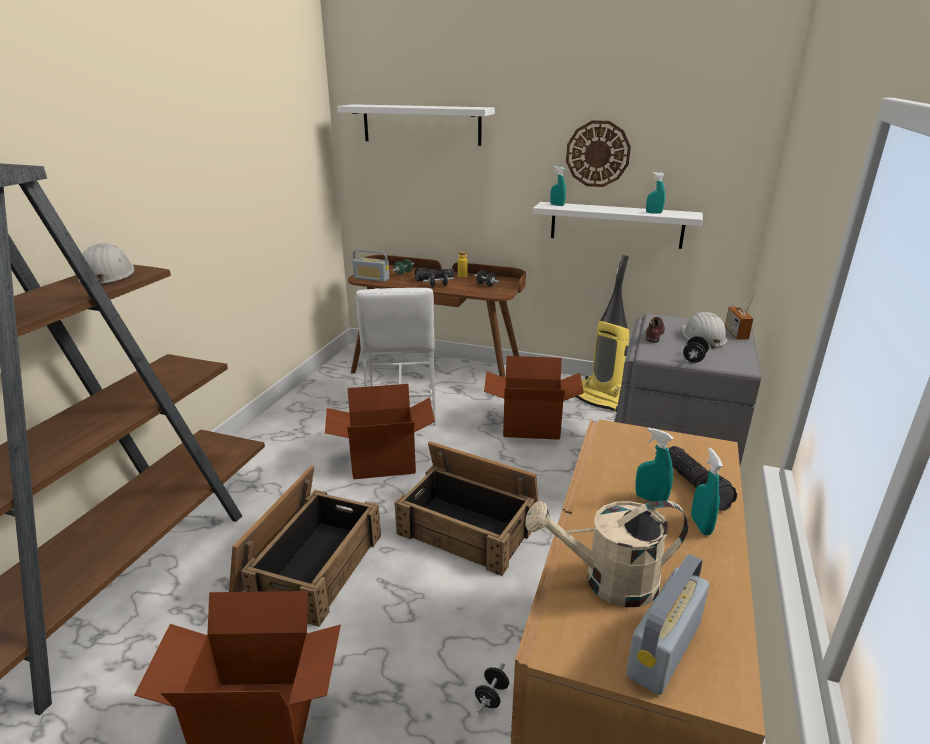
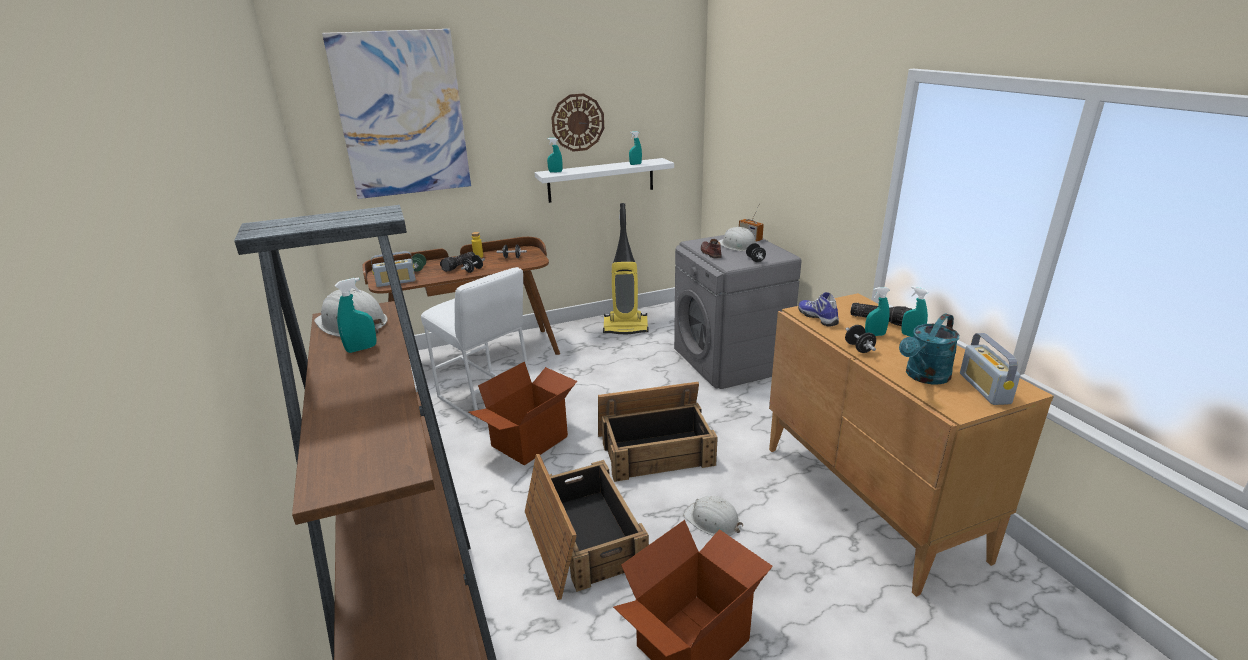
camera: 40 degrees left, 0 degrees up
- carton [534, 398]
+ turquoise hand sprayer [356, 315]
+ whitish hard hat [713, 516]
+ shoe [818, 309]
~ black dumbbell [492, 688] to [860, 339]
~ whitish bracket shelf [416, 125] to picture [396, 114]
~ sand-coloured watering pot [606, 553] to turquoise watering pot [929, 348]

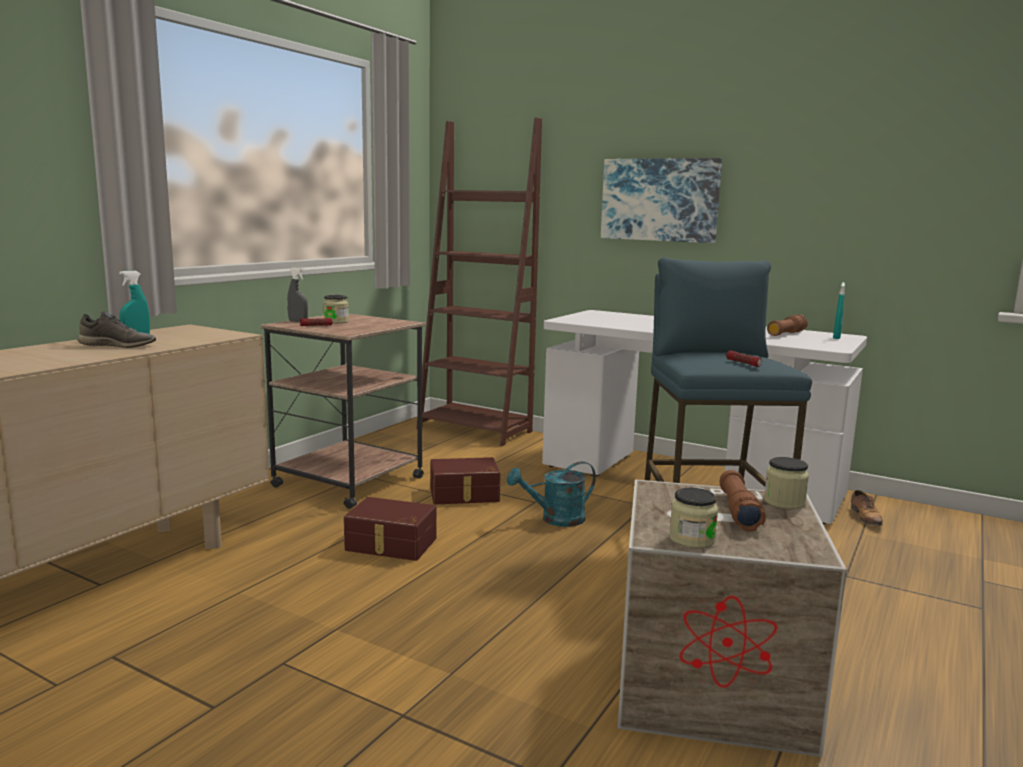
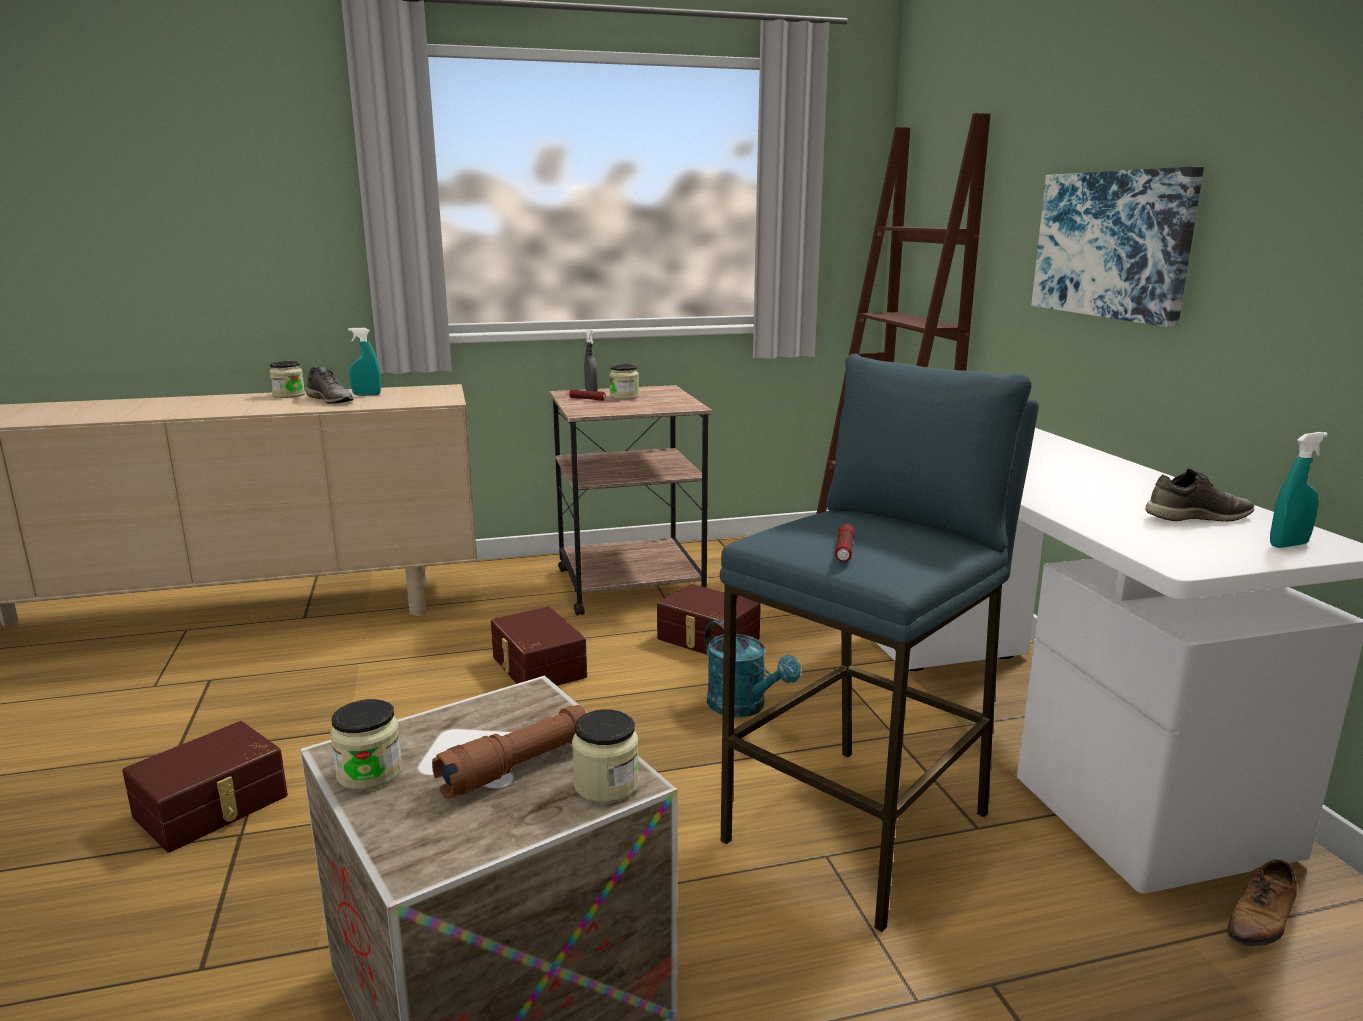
camera: 45 degrees right, 5 degrees up
+ brown-coloured storage box [205, 787]
+ preserve jar [287, 379]
~ brown-coloured hand torch [787, 325] to gray shoe [1200, 495]
~ turquoise watering pot [551, 494] = [752, 668] 150 degrees counterclockwise

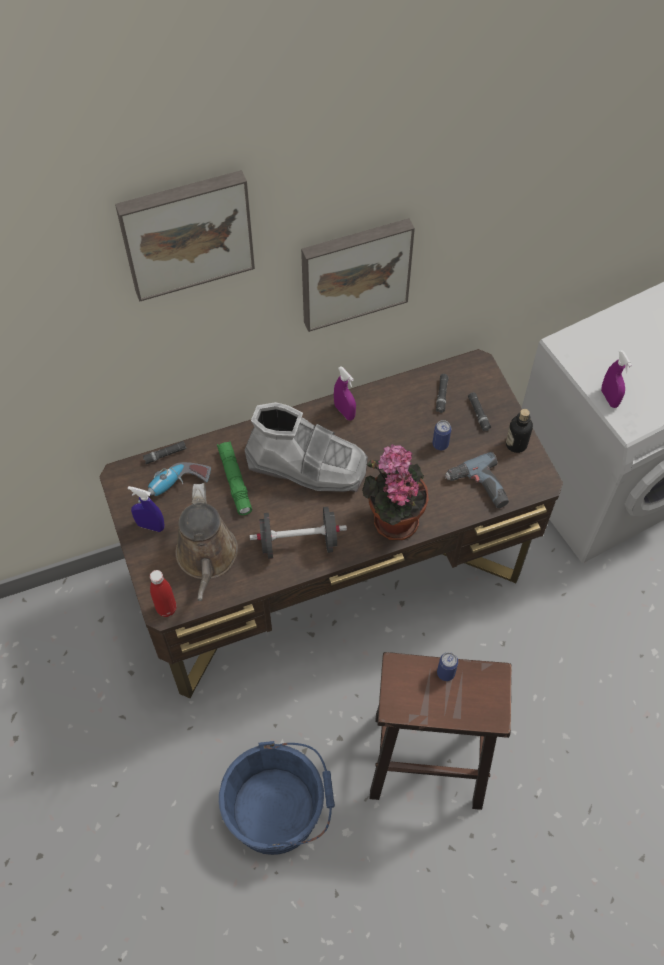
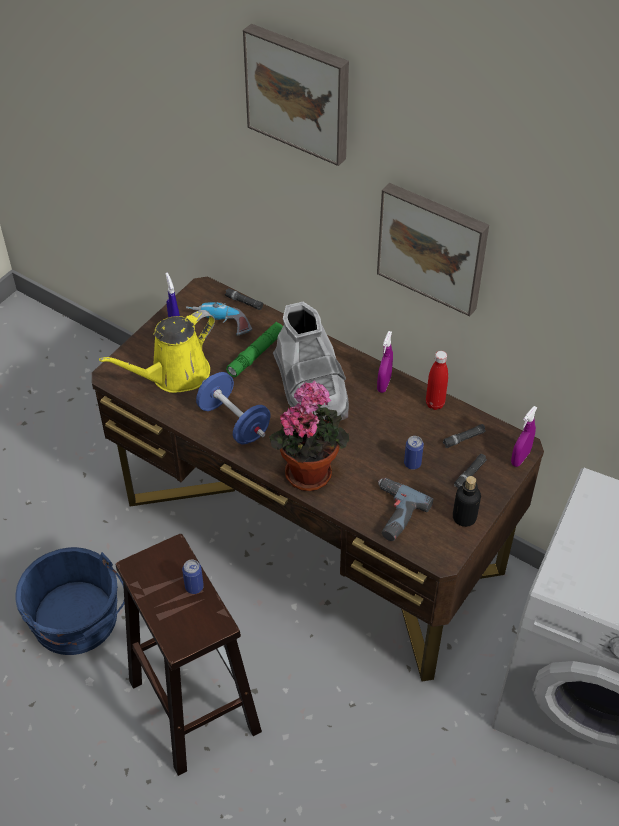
camera: 55 degrees right, 10 degrees down
~ red beverage bottle [163, 593] to [437, 380]
~ purplish hand sprayer [616, 379] to [524, 436]
~ brown-coloured watering pot [207, 542] to yellow watering pot [157, 351]
~ black dumbbell [298, 533] to blue dumbbell [233, 408]

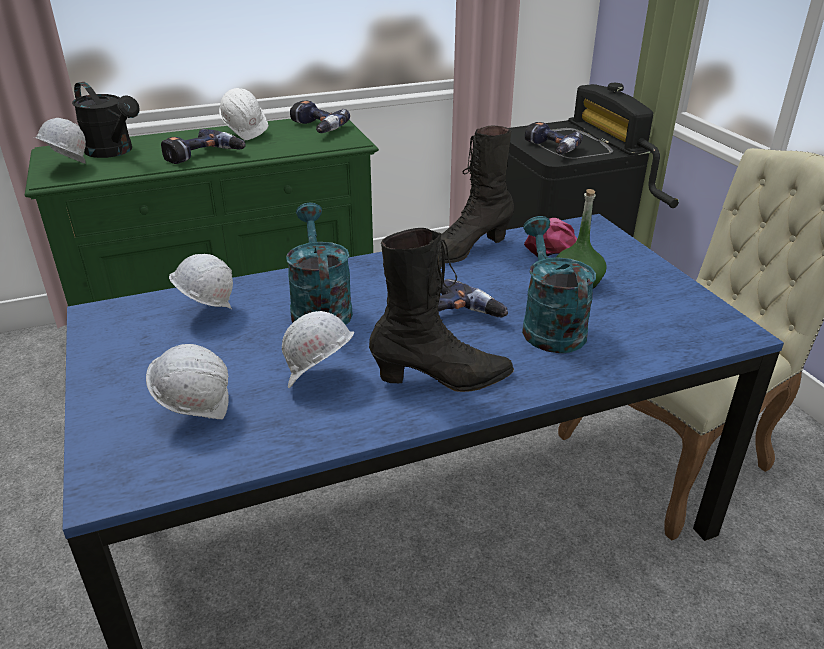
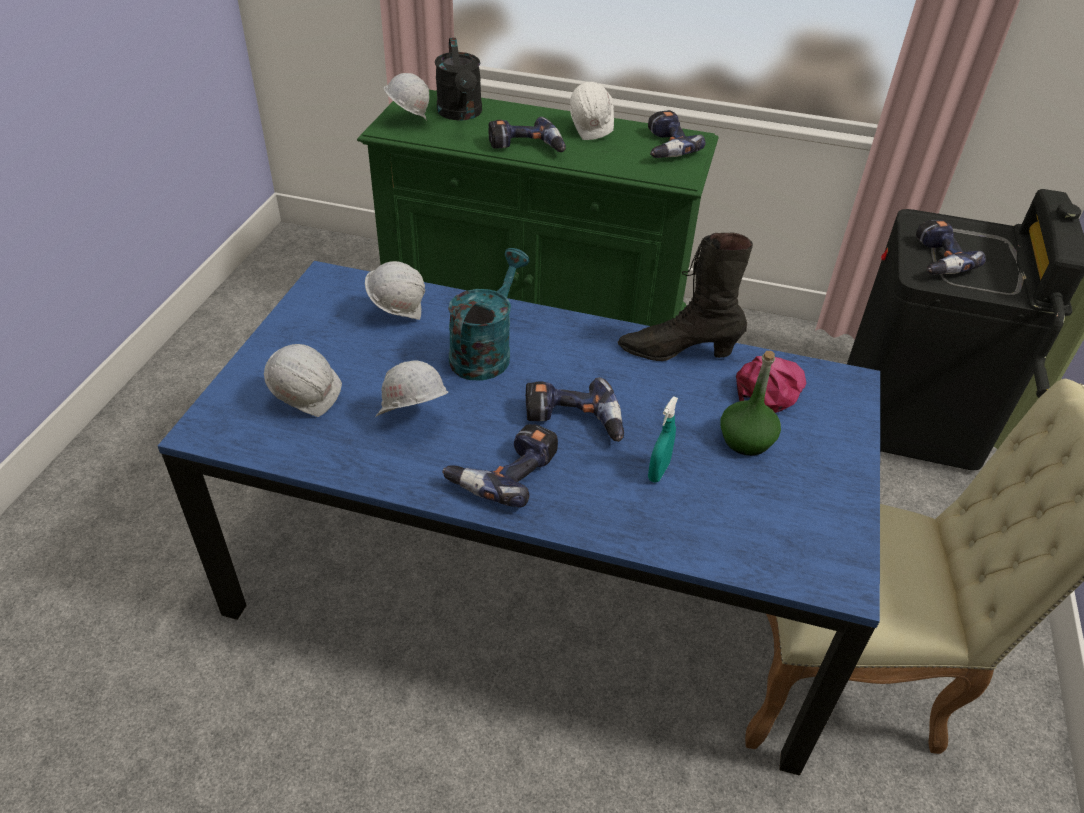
camera: 35 degrees right, 10 degrees up
~ black tall boot [441, 310] to drill [500, 465]
~ turquoise watering pot [559, 284] to turquoise hand sprayer [663, 439]

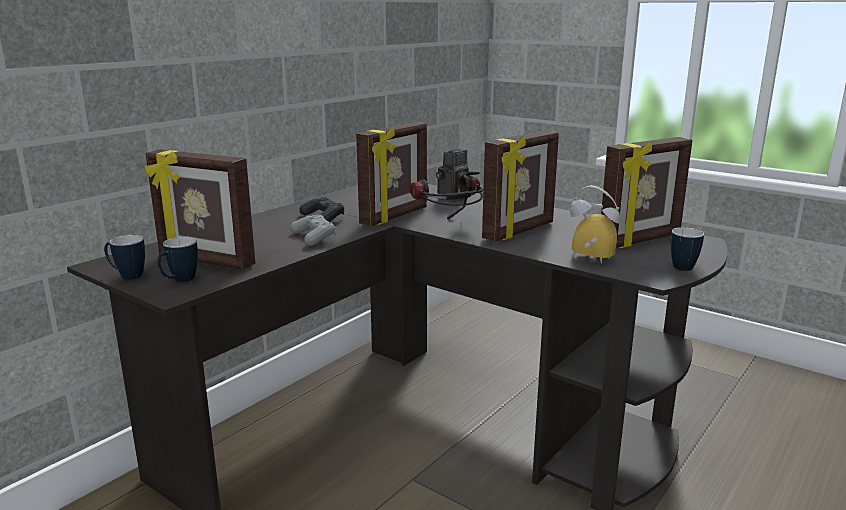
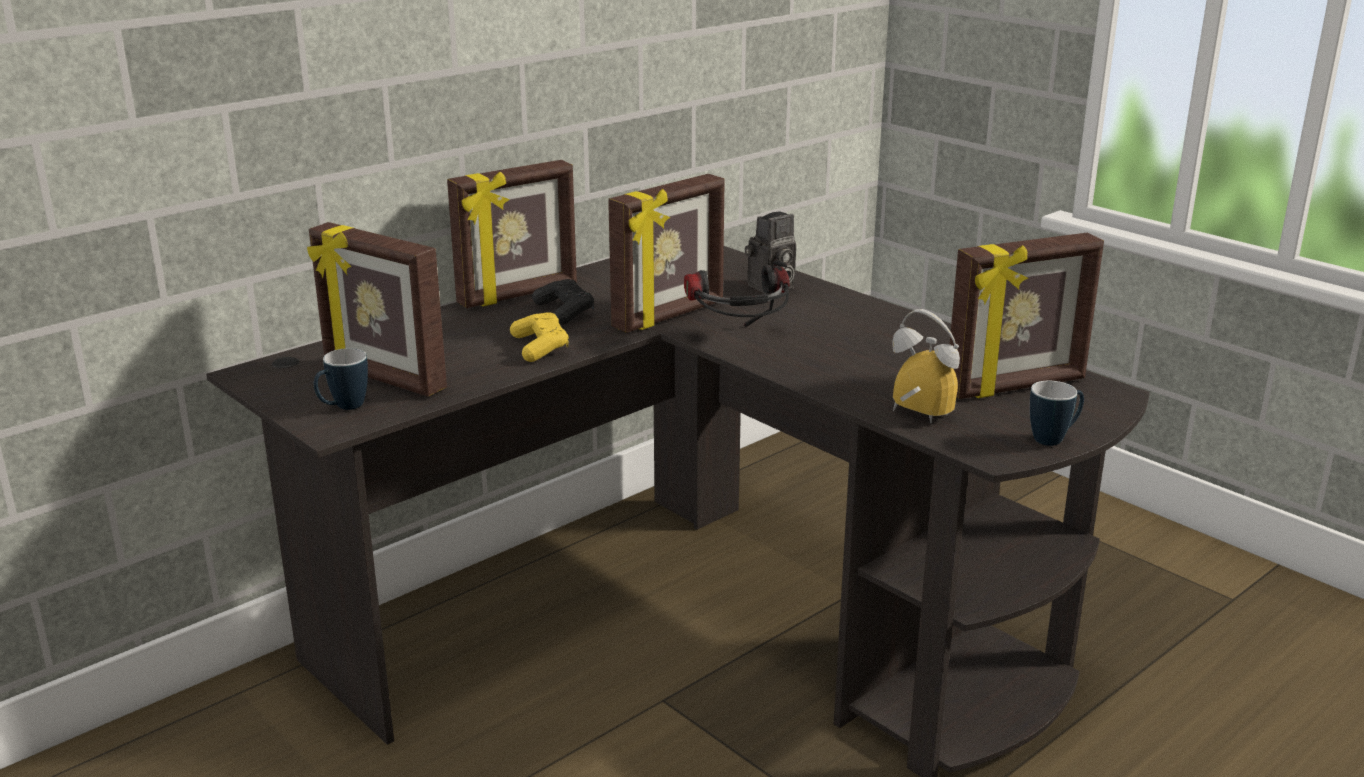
camera: 10 degrees right, 5 degrees up
- mug [124, 257]
~ picture frame [520, 186] to [512, 234]
~ gray game controller [313, 230] to yellow game controller [539, 337]

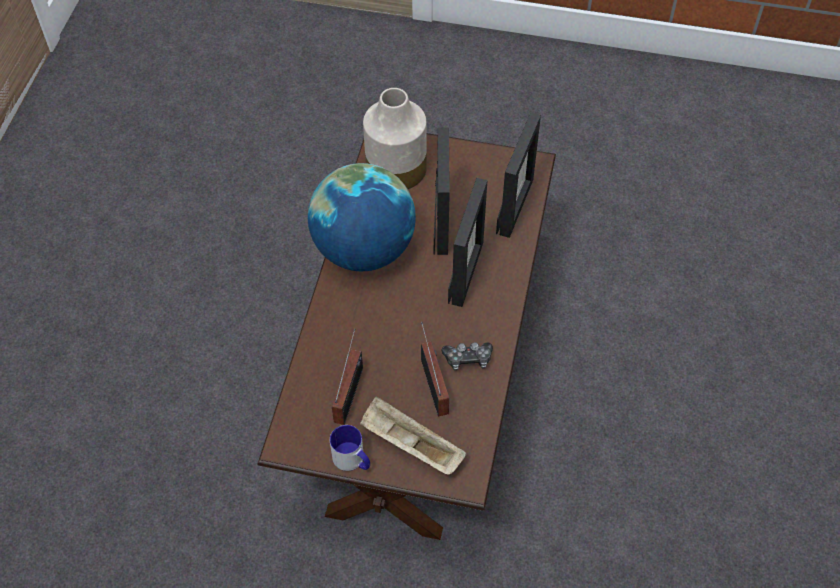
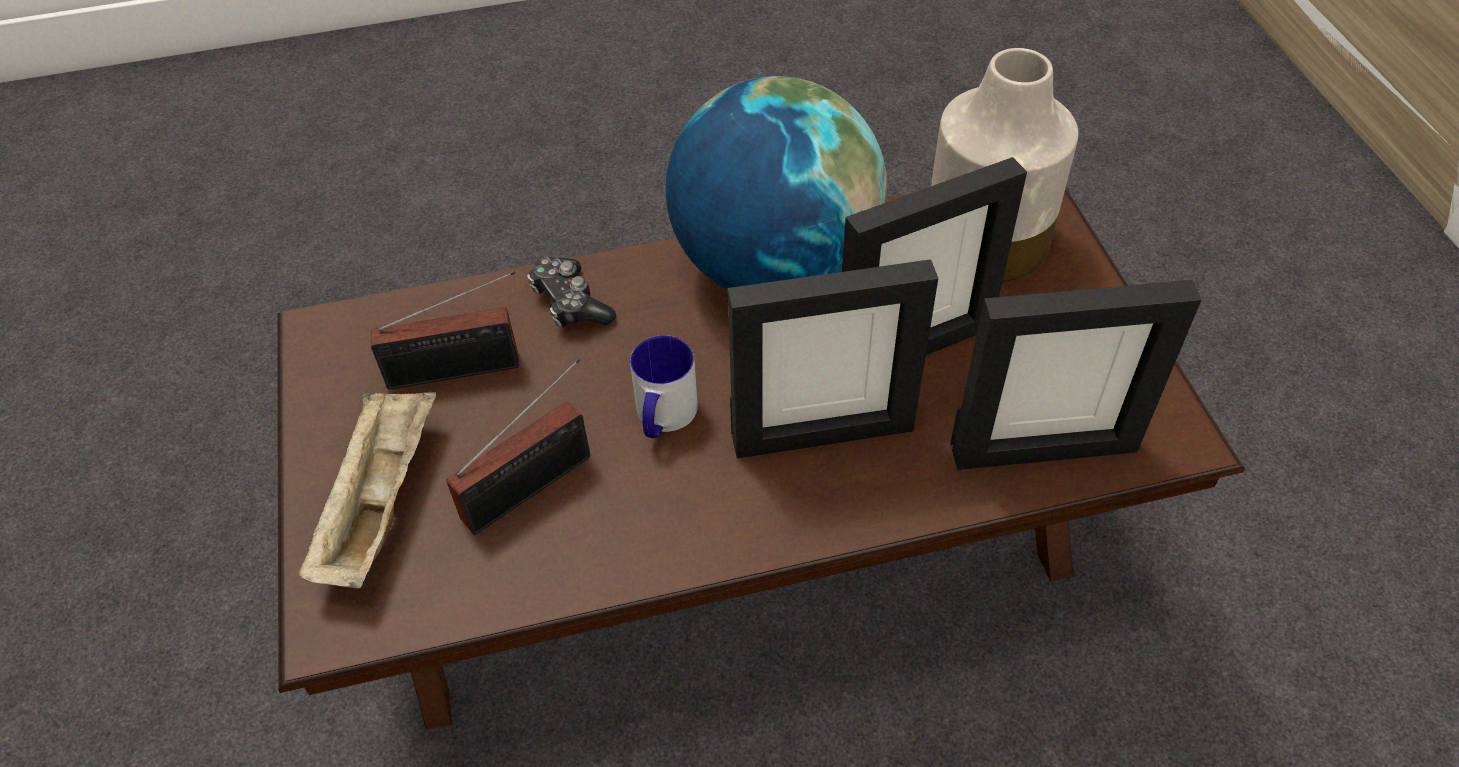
camera: 65 degrees right, 5 degrees down
~ mug [350, 448] to [664, 386]
~ game controller [467, 356] to [571, 291]

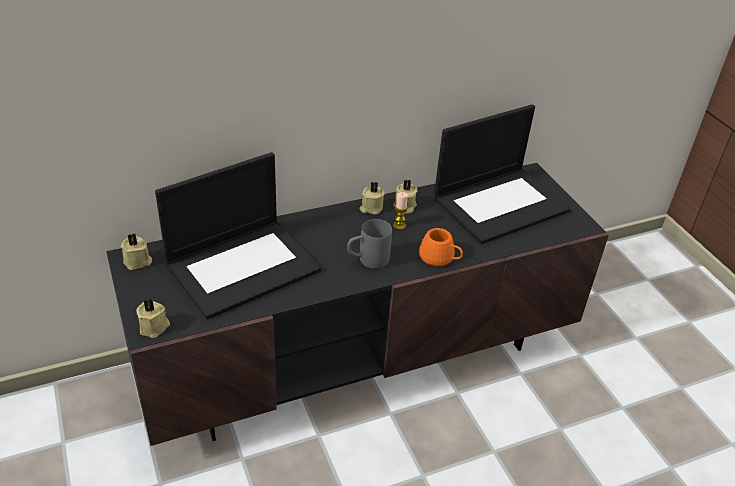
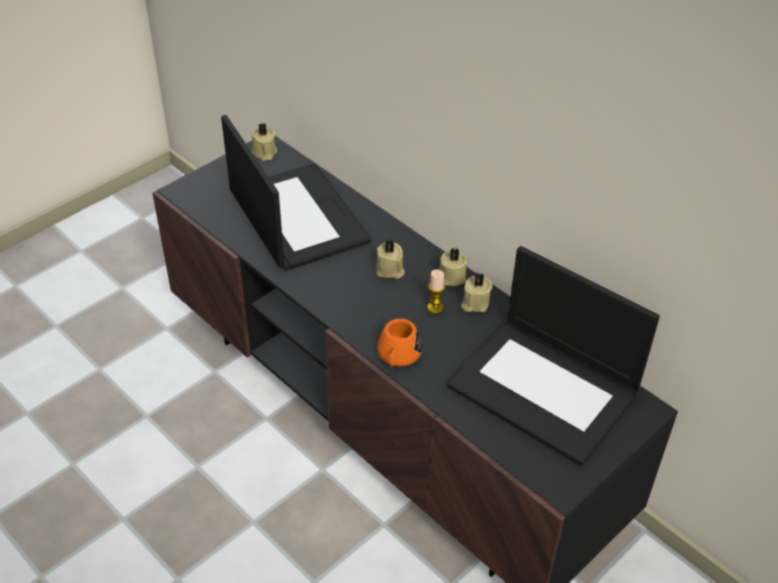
camera: 70 degrees right, 5 degrees up
- gray mug [369, 244]
~ sand-coloured candle [153, 318] to [390, 259]
~ notebook computer [238, 236] = [296, 193] 150 degrees counterclockwise

